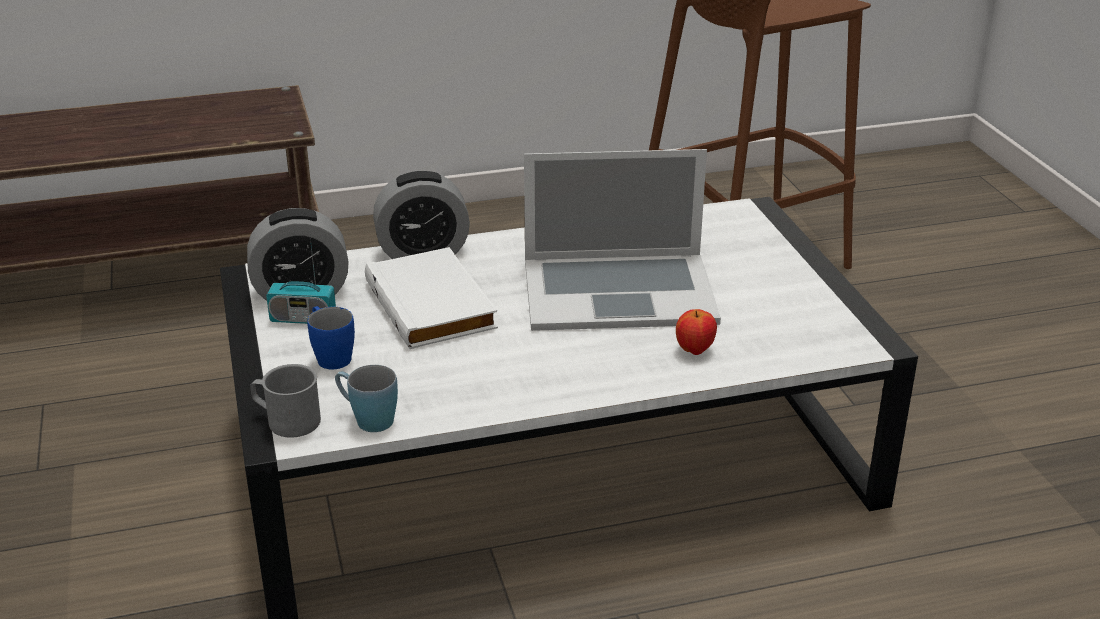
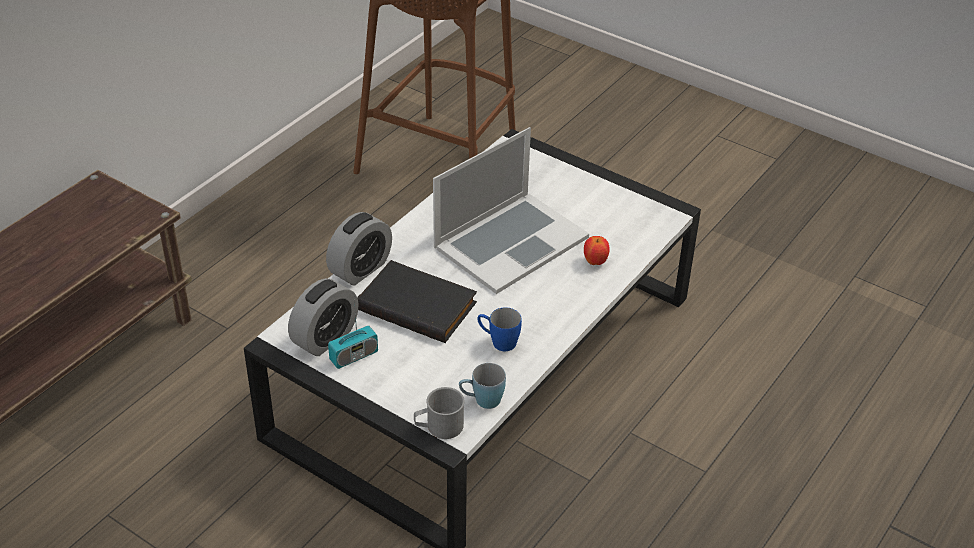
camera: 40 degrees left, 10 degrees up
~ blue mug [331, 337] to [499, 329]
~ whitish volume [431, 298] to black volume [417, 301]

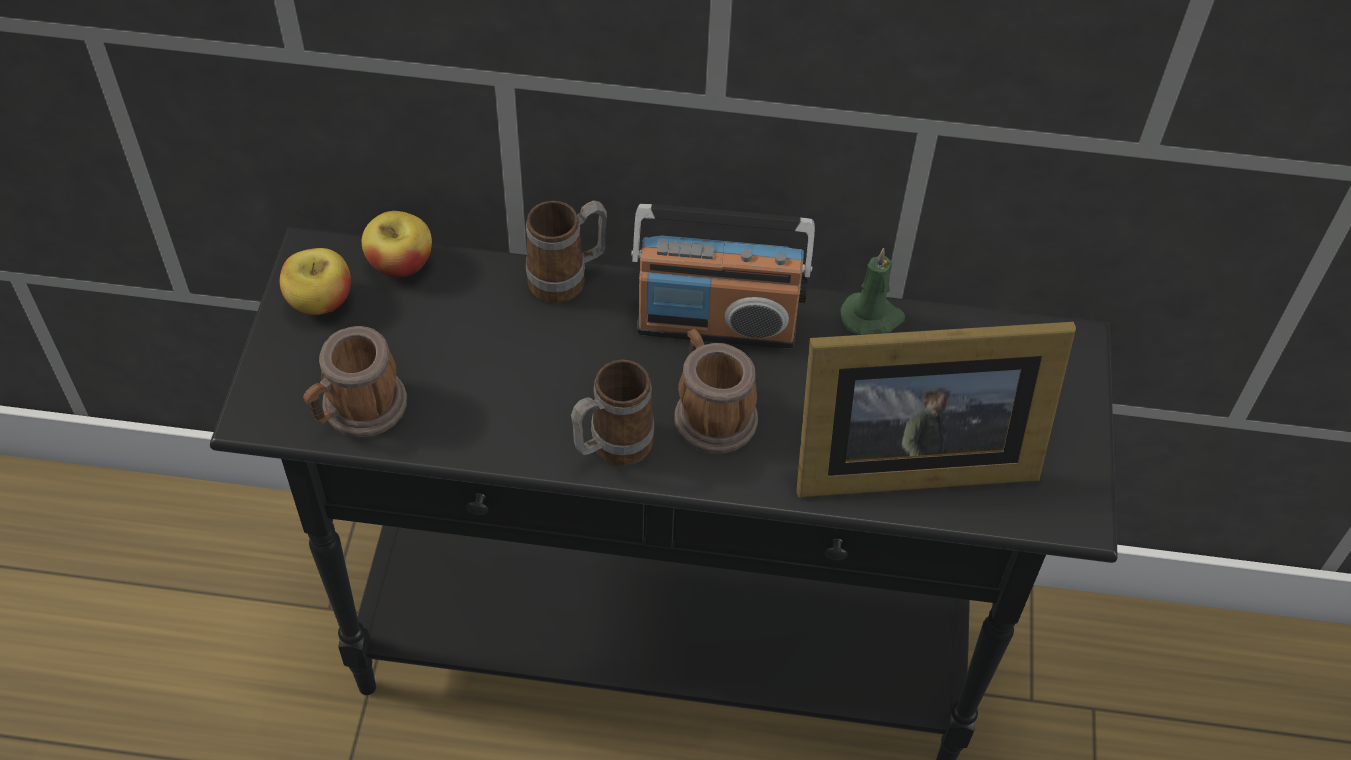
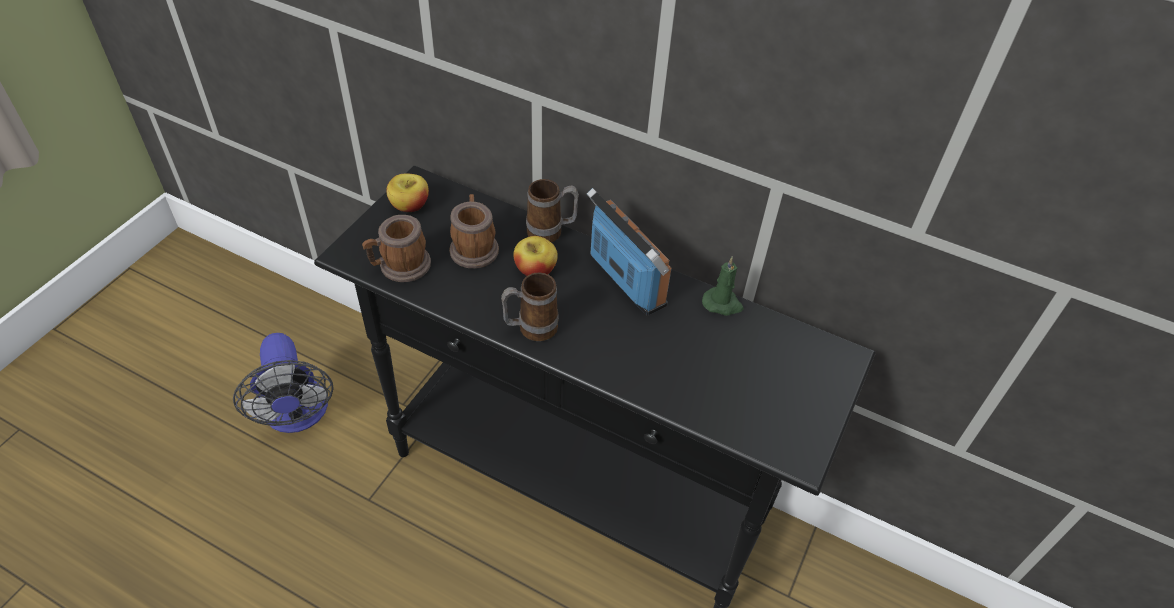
camera: 20 degrees right, 5 degrees down
- picture frame [936, 409]
+ electric fan [283, 383]
~ apple fruit [397, 244] to [535, 256]
~ mug [716, 391] to [474, 231]
~ radio [723, 276] = [629, 252] 150 degrees counterclockwise

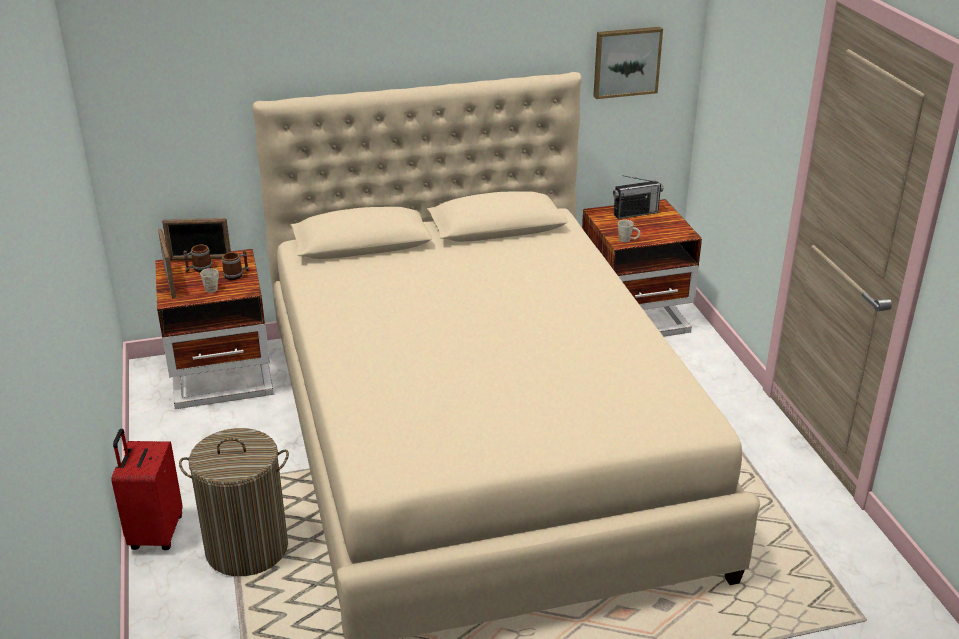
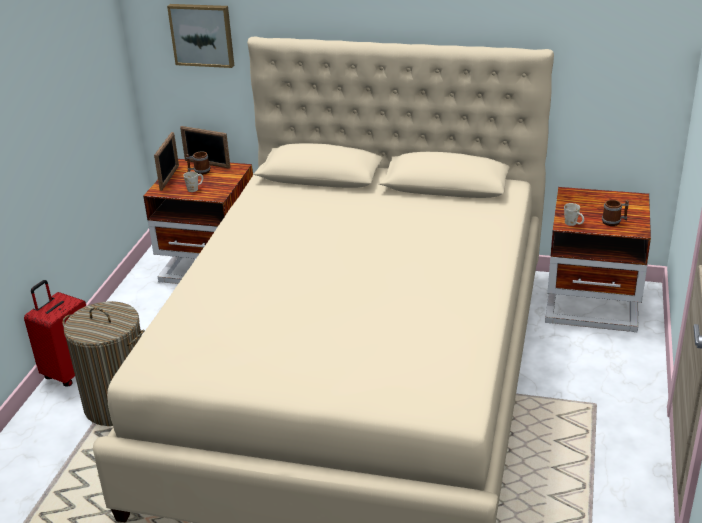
camera: 30 degrees right, 0 degrees up
- radio [638, 197]
~ mug [235, 265] to [615, 213]
~ picture [628, 63] to [200, 36]

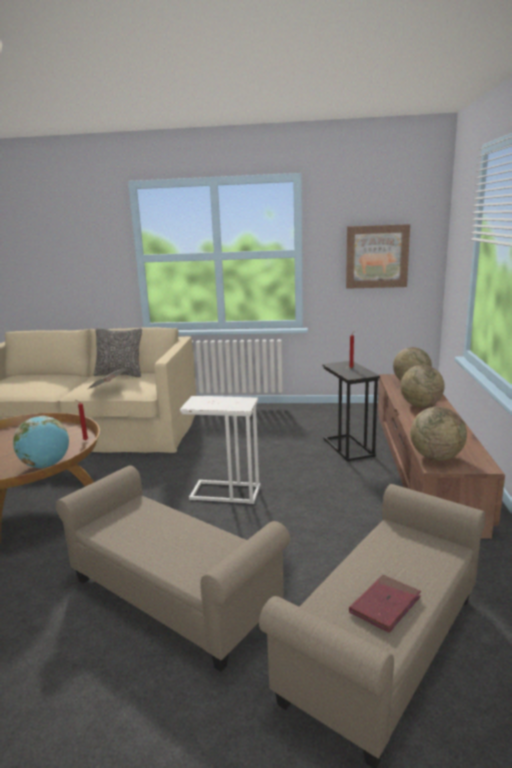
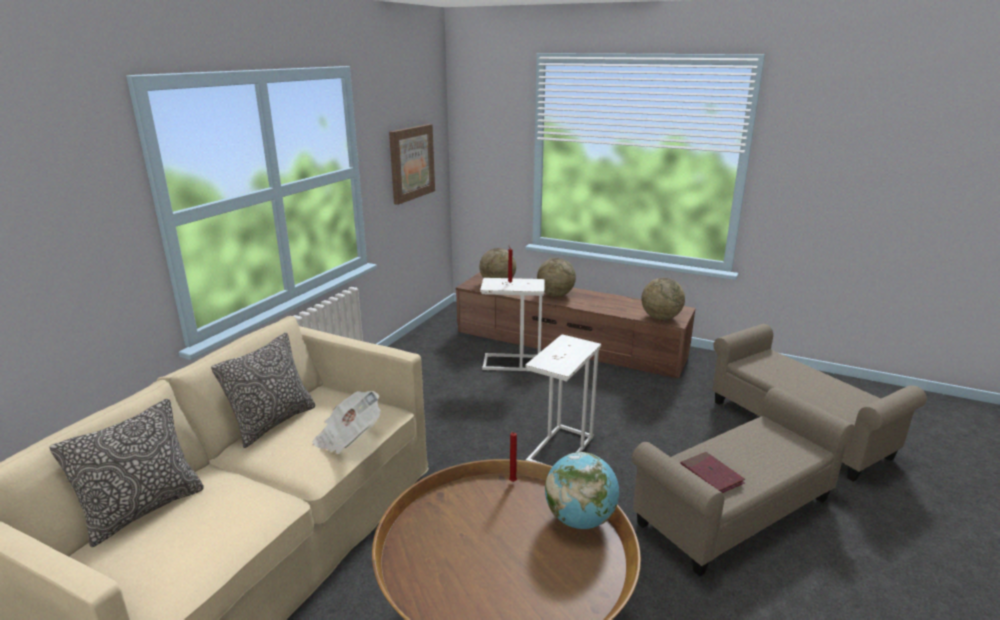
camera: 70 degrees left, 5 degrees up
+ cushion [127, 472]
~ red volume [385, 604] to [712, 472]
~ black side table [351, 411] to whitish side table [512, 324]

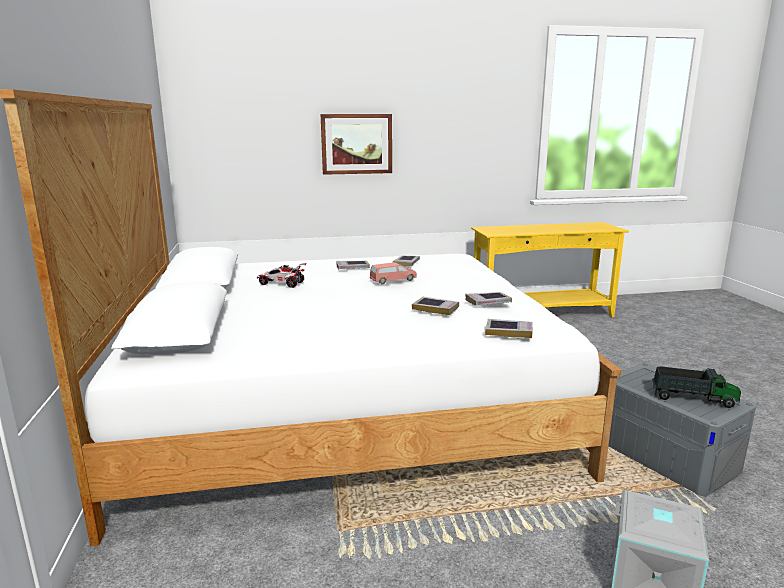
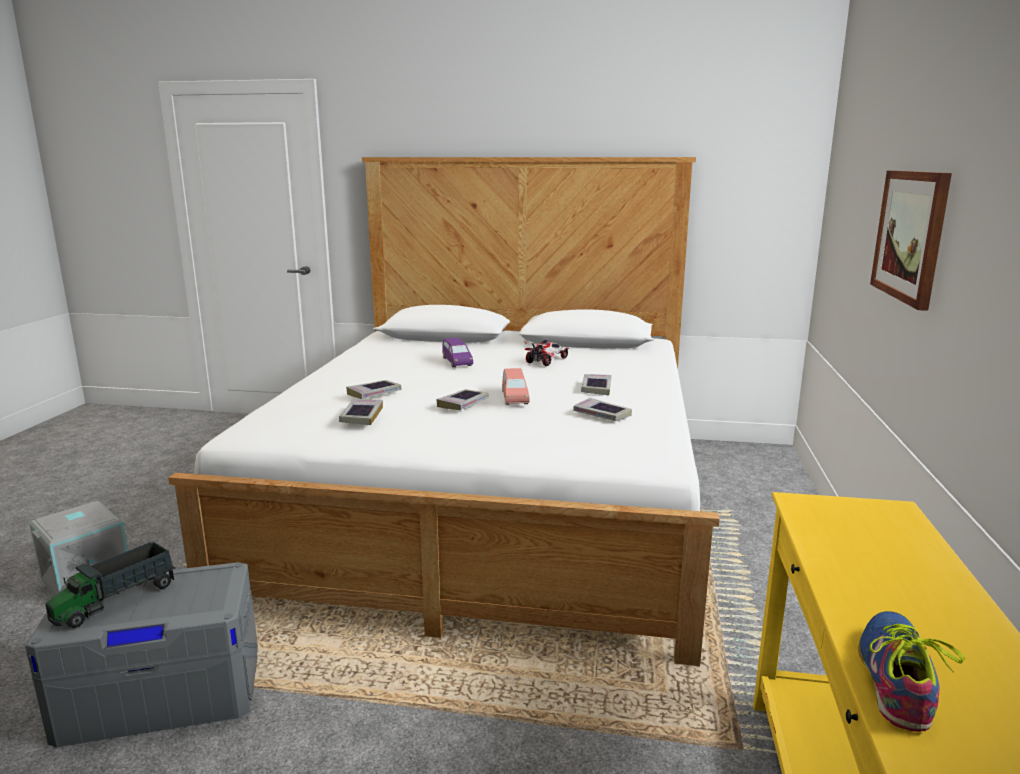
camera: 110 degrees right, 0 degrees up
+ purplish model car [457, 352]
+ shoe [911, 671]
~ volume [509, 328] to [462, 399]

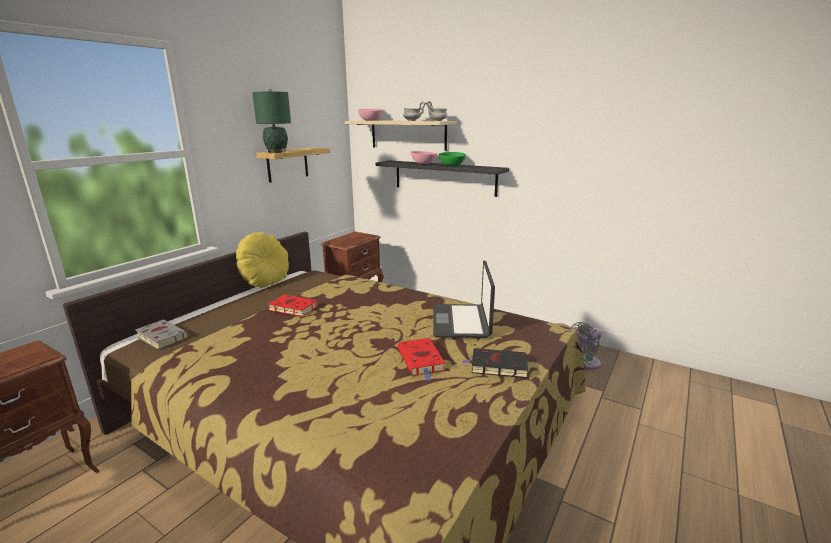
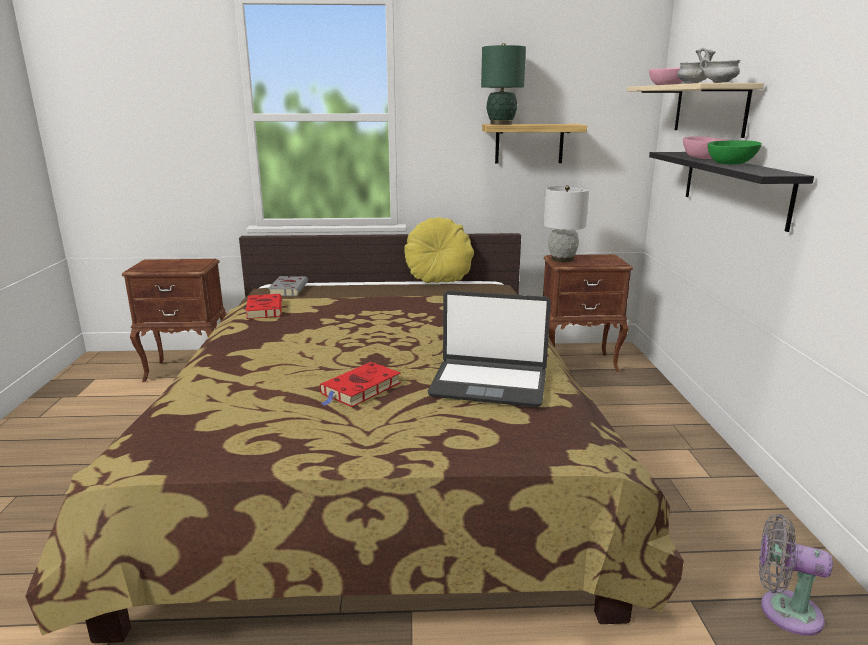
camera: 55 degrees right, 0 degrees up
- black volume [495, 363]
+ whitish tabletop lamp [566, 223]
~ red volume [293, 306] to [264, 306]
~ notebook computer [464, 299] = [489, 349] 135 degrees counterclockwise

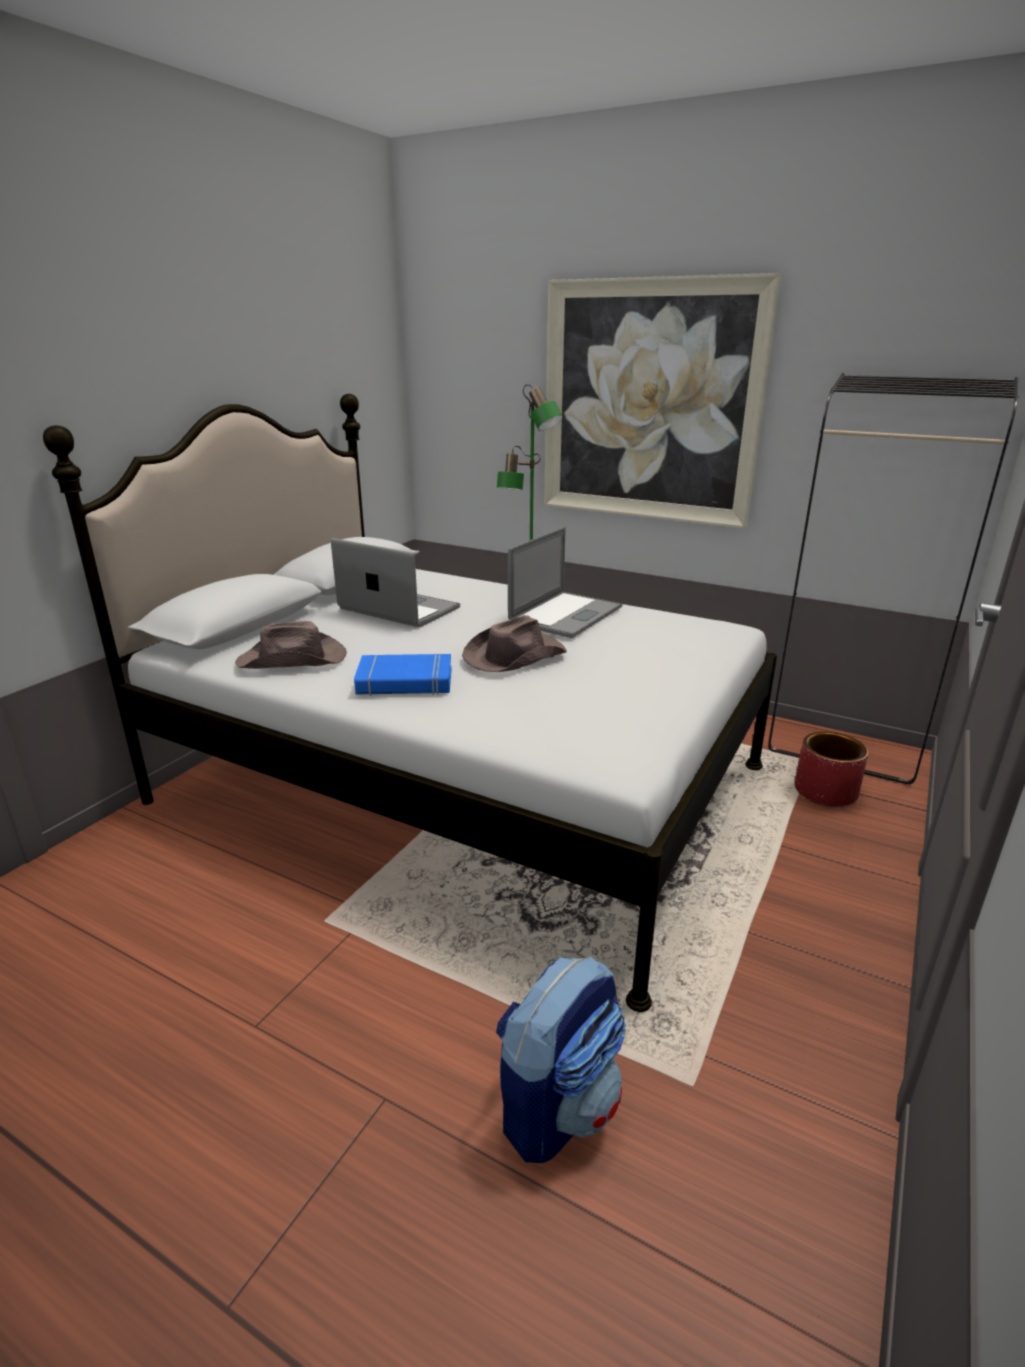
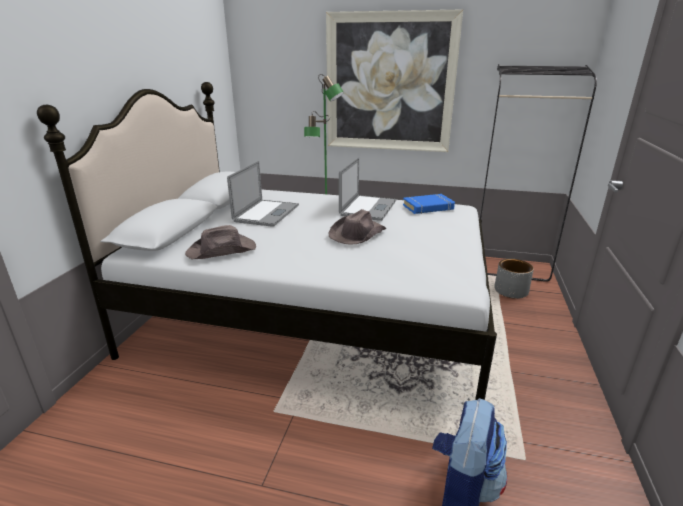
camera: 15 degrees left, 0 degrees up
~ blue volume [403, 675] to [429, 204]
~ red plant pot [831, 769] to gray plant pot [514, 279]
~ notebook computer [395, 582] = [263, 194] 90 degrees clockwise

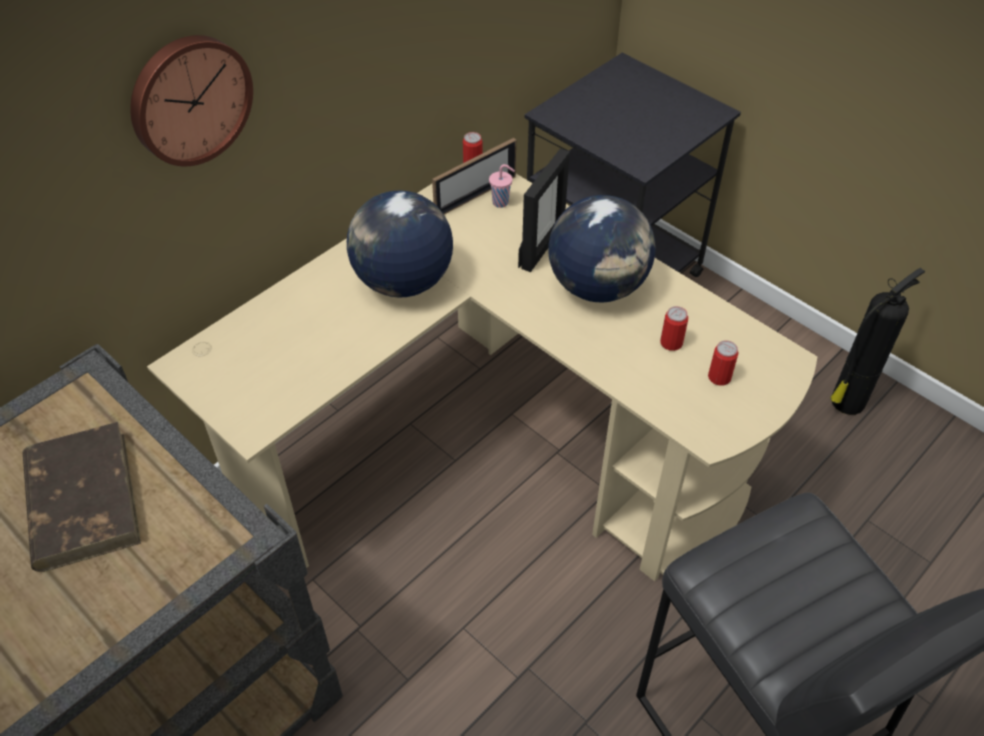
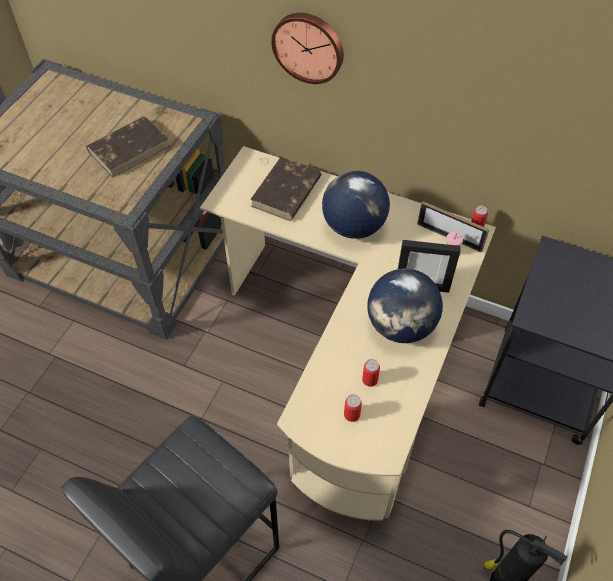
camera: 70 degrees right, 5 degrees up
+ brown-coloured volume [286, 189]

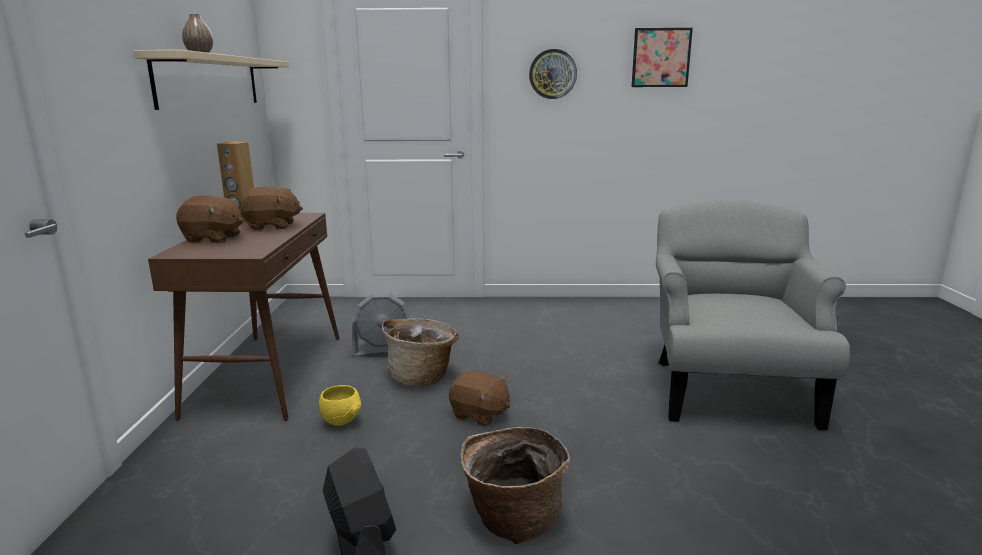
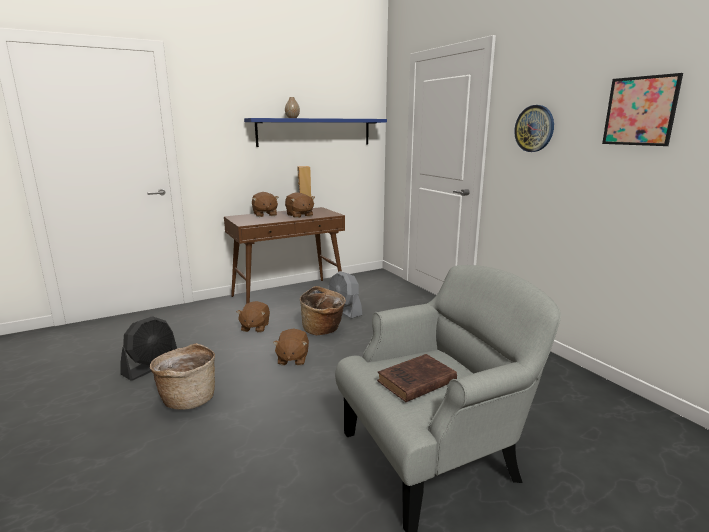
camera: 60 degrees right, 0 degrees up
+ brown-coloured volume [417, 378]
~ yellow serving bowl [340, 405] to brown-coloured cuddly toy [253, 317]
~ sand-coloured bracket shelf [211, 80] to blue bracket shelf [315, 132]

